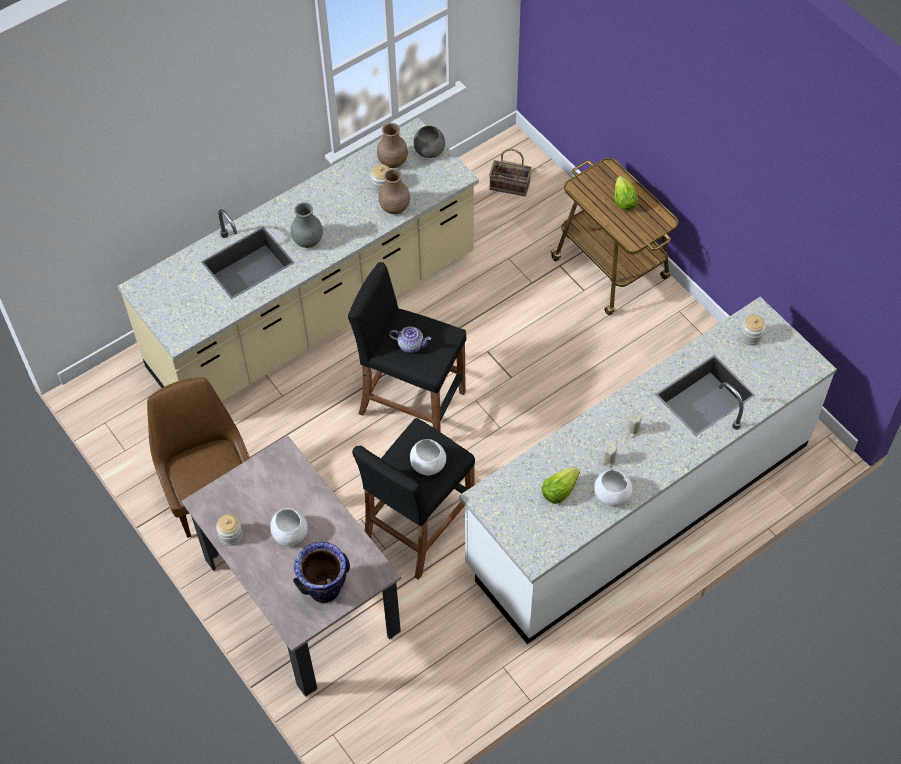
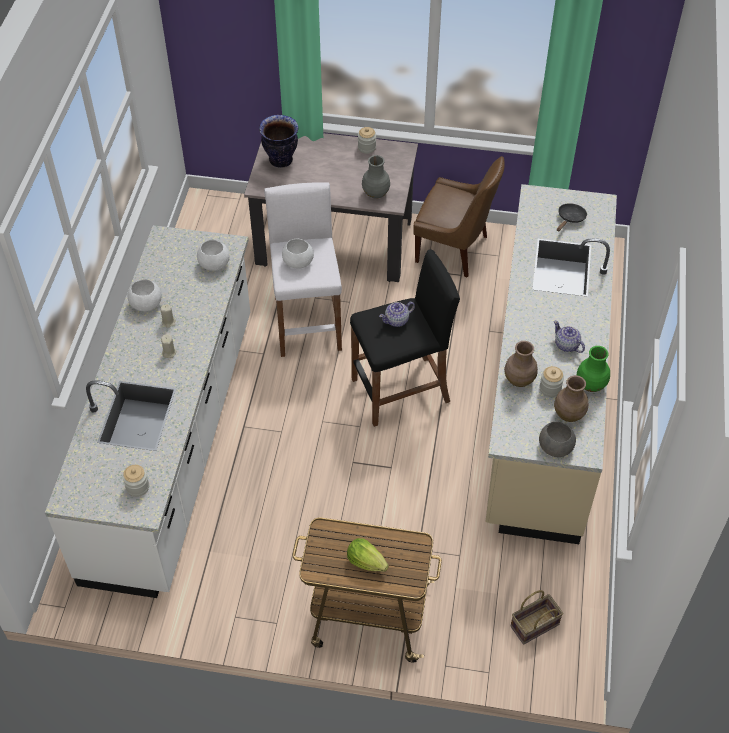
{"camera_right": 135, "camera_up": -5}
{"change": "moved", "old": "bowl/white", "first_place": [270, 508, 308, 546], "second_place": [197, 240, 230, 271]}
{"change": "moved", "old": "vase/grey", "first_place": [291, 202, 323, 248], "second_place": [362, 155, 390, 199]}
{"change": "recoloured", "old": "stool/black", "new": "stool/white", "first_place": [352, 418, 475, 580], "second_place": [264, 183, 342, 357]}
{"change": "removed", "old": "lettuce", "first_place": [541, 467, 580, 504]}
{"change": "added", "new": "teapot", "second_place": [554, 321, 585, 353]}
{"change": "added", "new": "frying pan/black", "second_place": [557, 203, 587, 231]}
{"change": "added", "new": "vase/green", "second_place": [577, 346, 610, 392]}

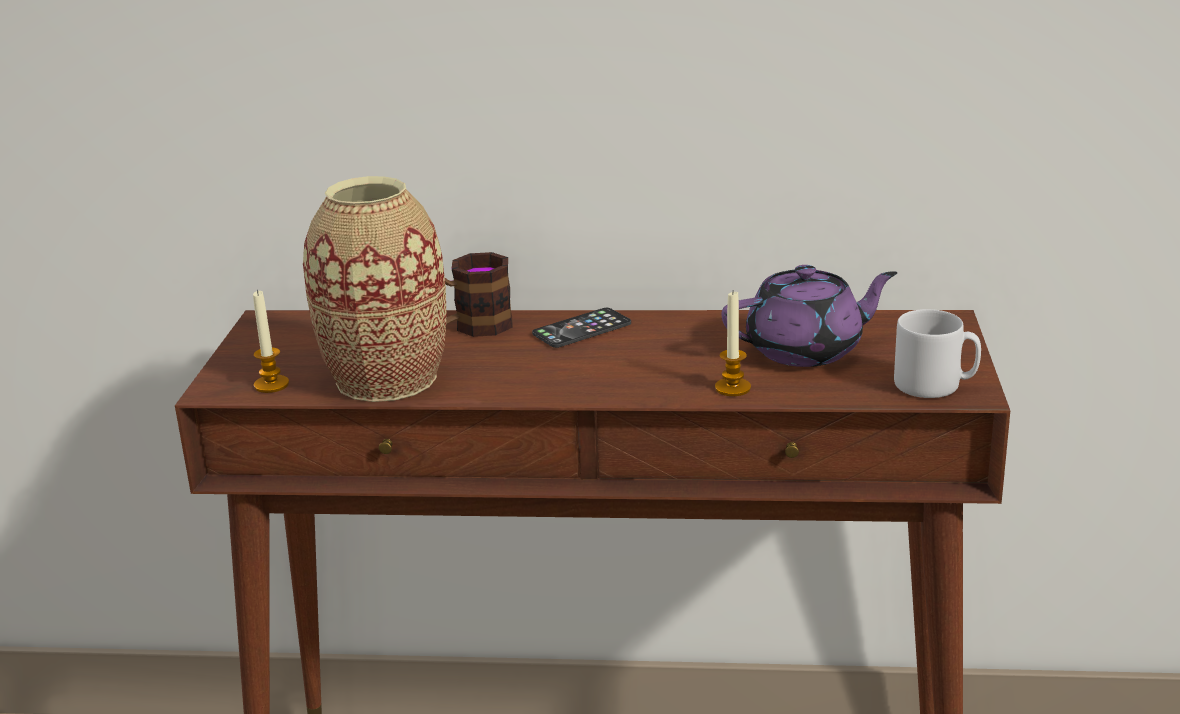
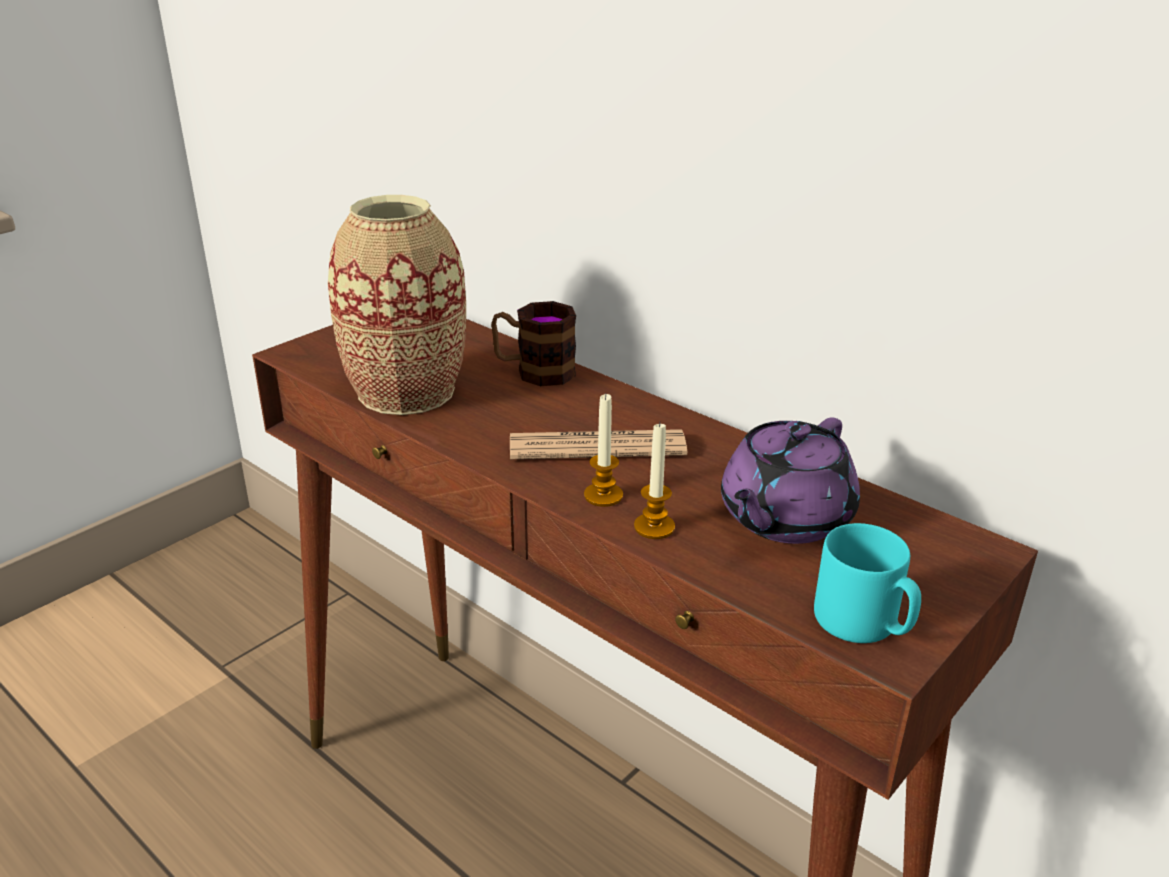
{"camera_right": 35, "camera_up": 5}
{"change": "moved", "old": "candle", "first_place": [253, 289, 289, 393], "second_place": [584, 393, 623, 507]}
{"change": "removed", "old": "phone", "first_place": [532, 308, 631, 348]}
{"change": "turned", "old": "teapot/purple", "first_place": [721, 265, 898, 367], "second_place": [721, 417, 860, 544], "degrees": 105}
{"change": "recoloured", "old": "mug/grey", "new": "mug/turquoise", "first_place": [894, 309, 981, 398], "second_place": [814, 523, 921, 643]}
{"change": "added", "new": "newspaper", "second_place": [510, 429, 687, 459]}

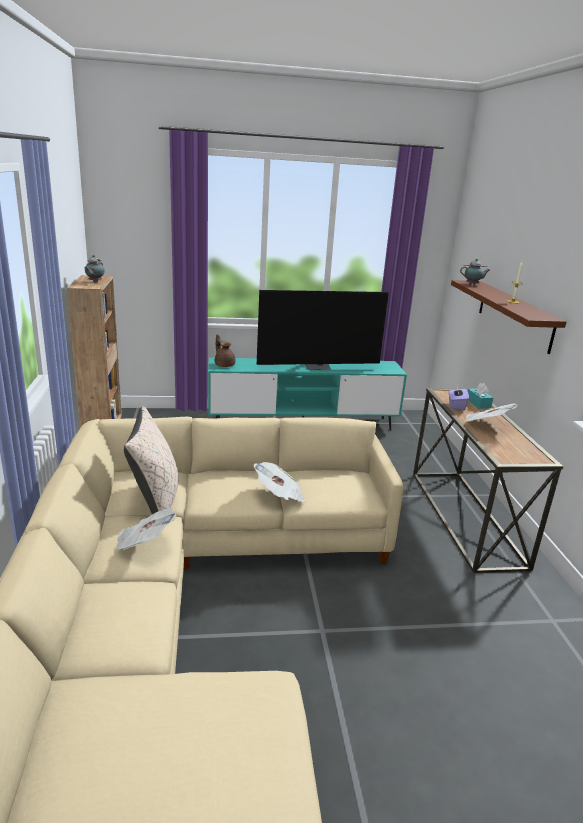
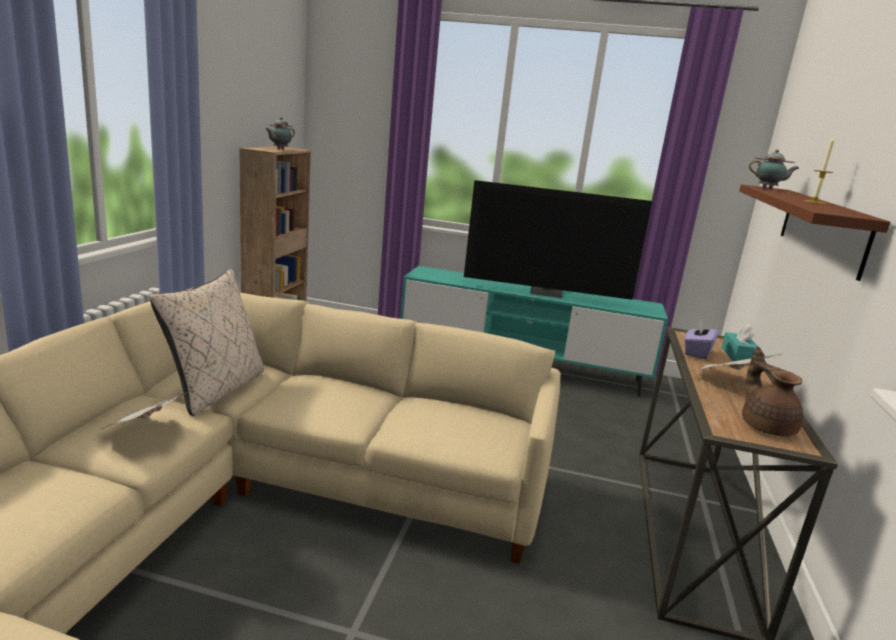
{"camera_right": 20, "camera_up": -5}
{"change": "moved", "old": "teapot/brown", "first_place": [215, 334, 236, 367], "second_place": [742, 346, 803, 436]}
{"change": "removed", "old": "newspaper", "first_place": [254, 462, 306, 502]}

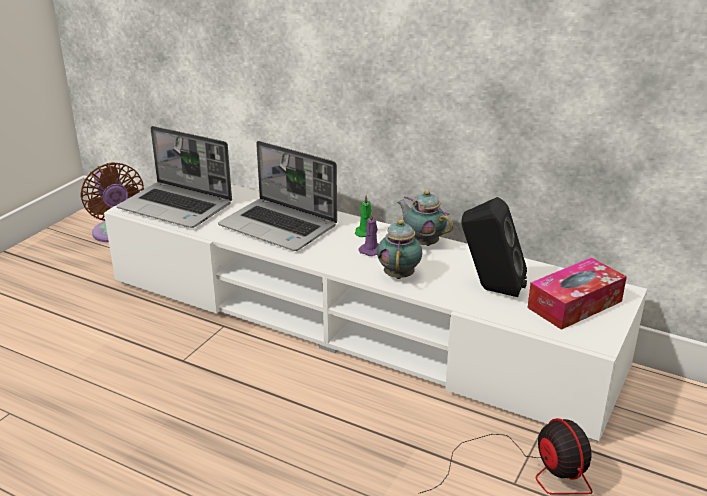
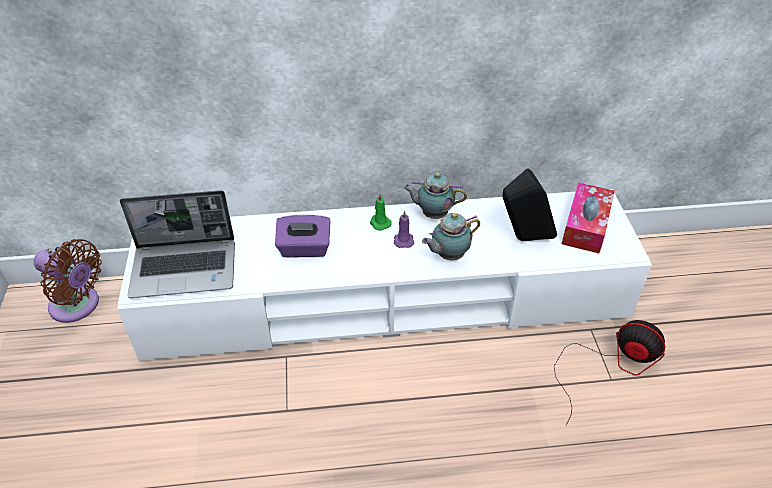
{"camera_right": -35, "camera_up": 15}
{"change": "replaced", "old": "laptop", "new": "tissue box/purple", "first_place": [218, 141, 337, 251], "second_place": [275, 215, 330, 258]}
{"change": "turned", "old": "teapot", "first_place": [377, 220, 422, 279], "second_place": [422, 213, 480, 260], "degrees": -90}

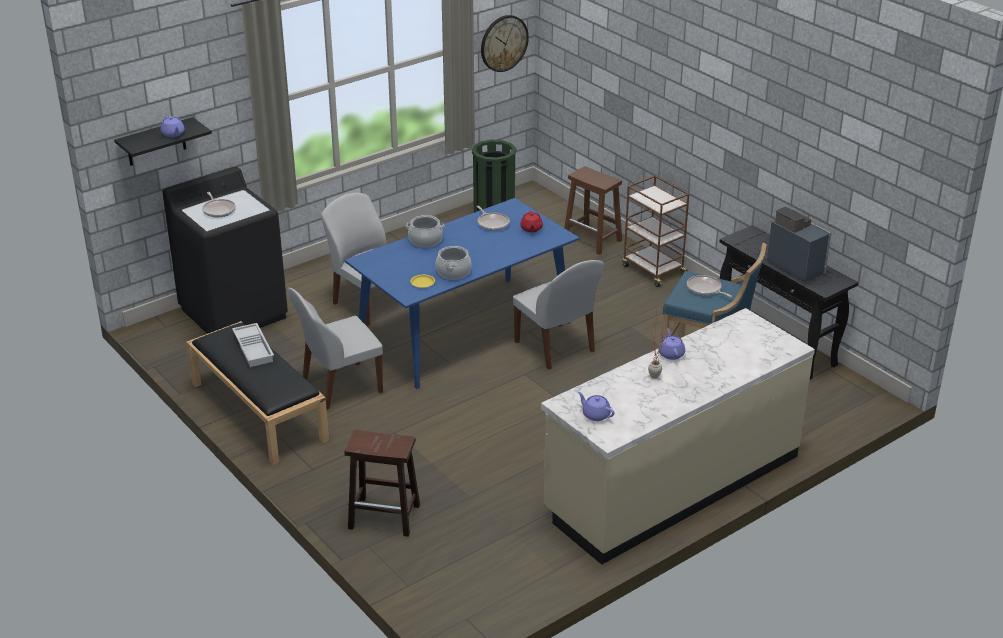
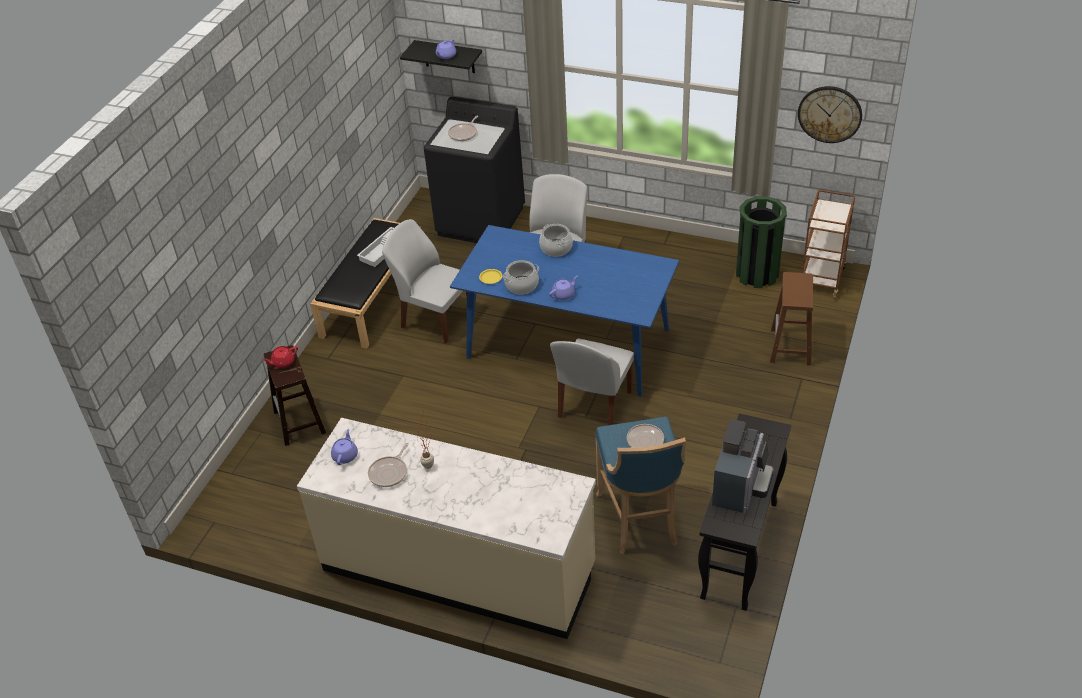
{"camera_right": 60, "camera_up": 10}
{"change": "moved", "old": "frying pan", "first_place": [477, 206, 510, 231], "second_place": [368, 443, 409, 487]}
{"change": "moved", "old": "teapot/red", "first_place": [520, 211, 543, 232], "second_place": [263, 346, 298, 368]}
{"change": "moved", "old": "cart/brown", "first_place": [622, 175, 689, 287], "second_place": [802, 189, 855, 299]}
{"change": "moved", "old": "teapot/purple", "first_place": [659, 329, 685, 360], "second_place": [549, 275, 578, 300]}

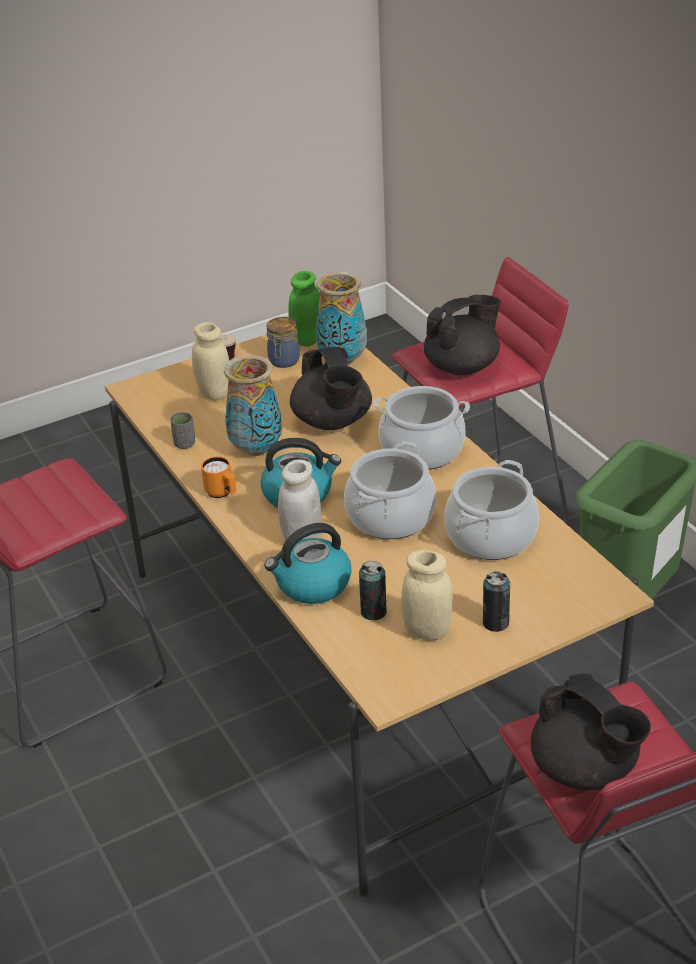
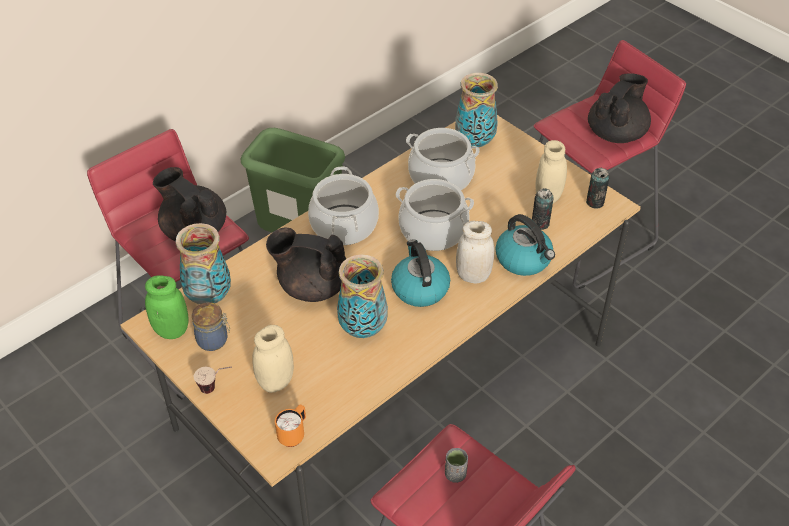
{"camera_right": -105, "camera_up": 10}
{"change": "moved", "old": "cup/grey", "first_place": [170, 412, 195, 449], "second_place": [445, 448, 468, 483]}
{"change": "moved", "old": "mug/orange", "first_place": [201, 456, 236, 498], "second_place": [275, 404, 306, 447]}
{"change": "turned", "old": "teapot/black", "first_place": [290, 347, 372, 430], "second_place": [266, 228, 346, 302], "degrees": -135}
{"change": "moved", "old": "can", "first_place": [483, 571, 510, 632], "second_place": [586, 168, 609, 209]}
{"change": "added", "new": "vase", "second_place": [455, 73, 498, 147]}

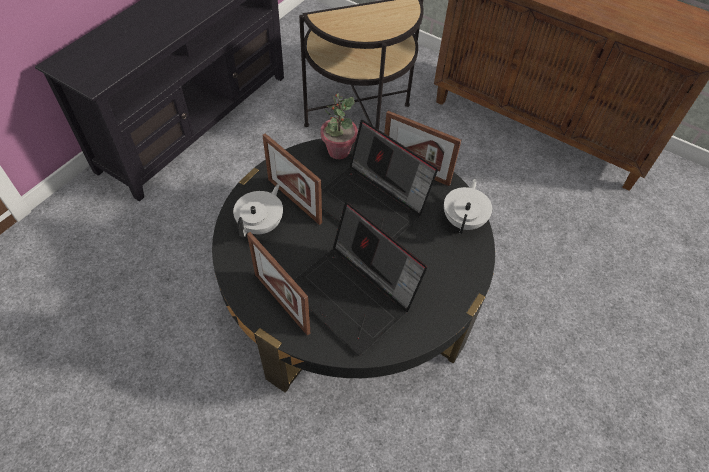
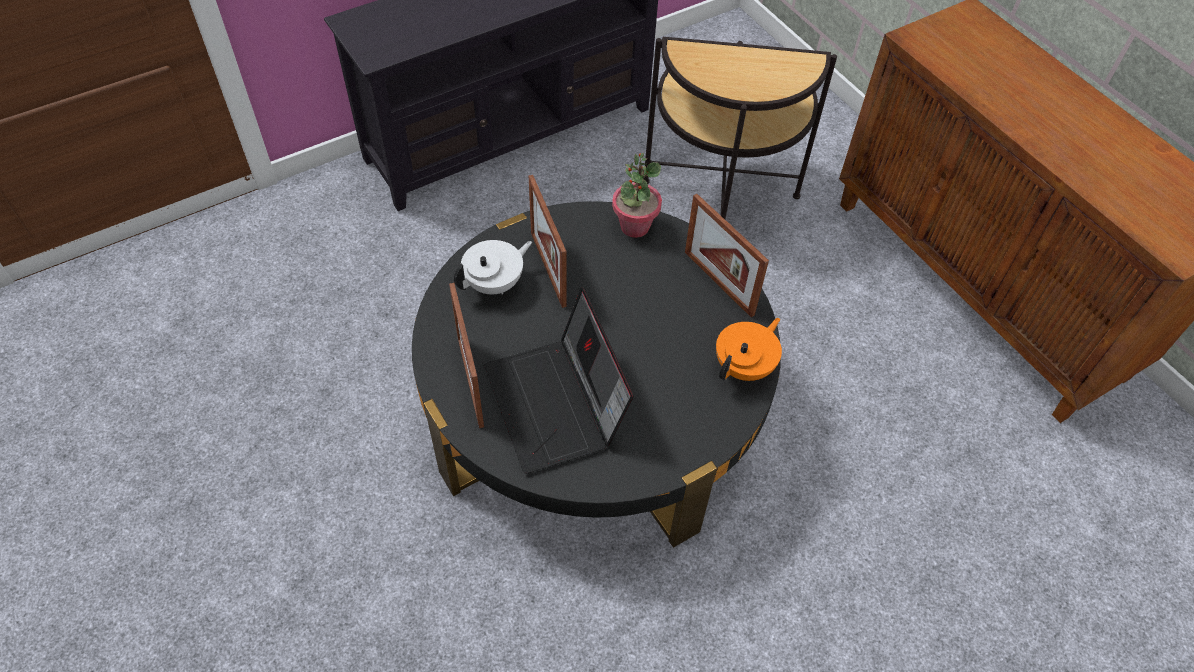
{"camera_right": 25, "camera_up": 0}
{"change": "removed", "old": "laptop", "first_place": [321, 120, 438, 240]}
{"change": "recoloured", "old": "teapot/white", "new": "teapot/orange", "first_place": [444, 179, 492, 234], "second_place": [716, 318, 782, 381]}

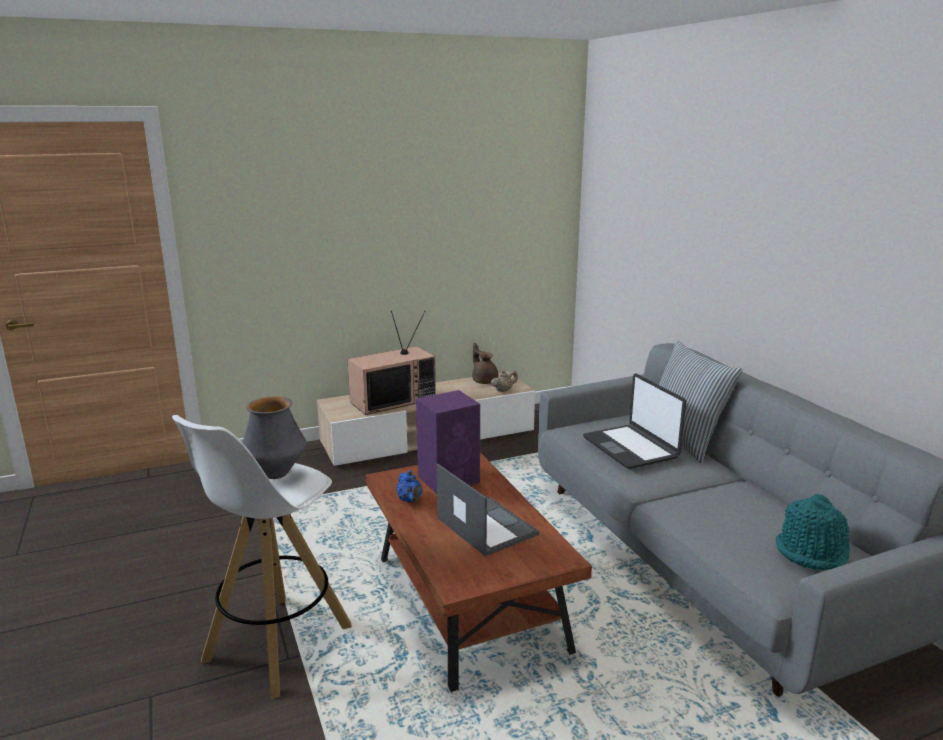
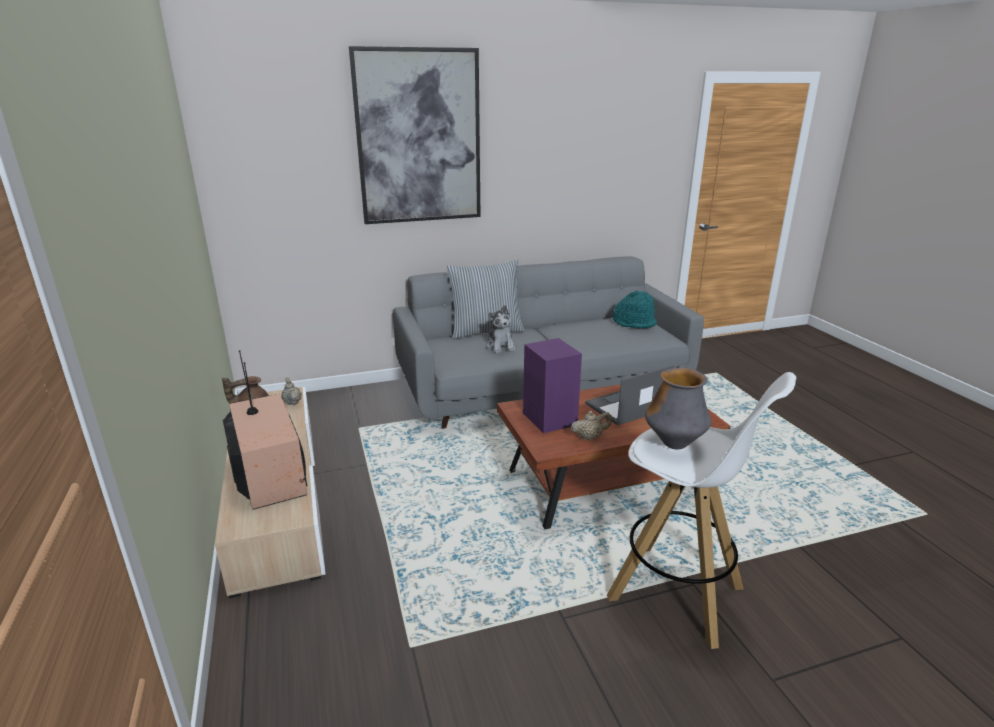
{"camera_right": -85, "camera_up": 5}
{"change": "recoloured", "old": "teapot/blue", "new": "teapot/beige", "first_place": [396, 470, 423, 503], "second_place": [571, 411, 612, 440]}
{"change": "replaced", "old": "laptop", "new": "plush toy", "first_place": [583, 374, 686, 469], "second_place": [486, 305, 515, 353]}
{"change": "added", "new": "picture", "second_place": [349, 46, 481, 224]}

